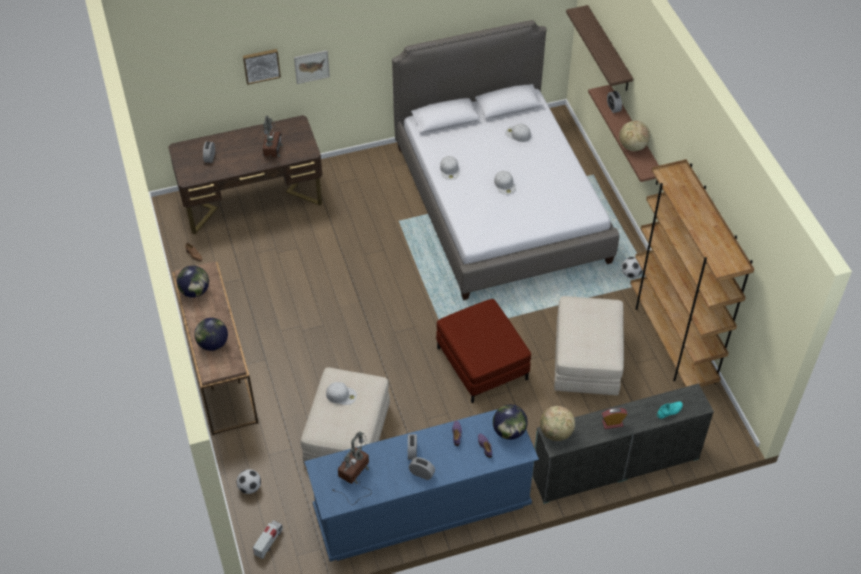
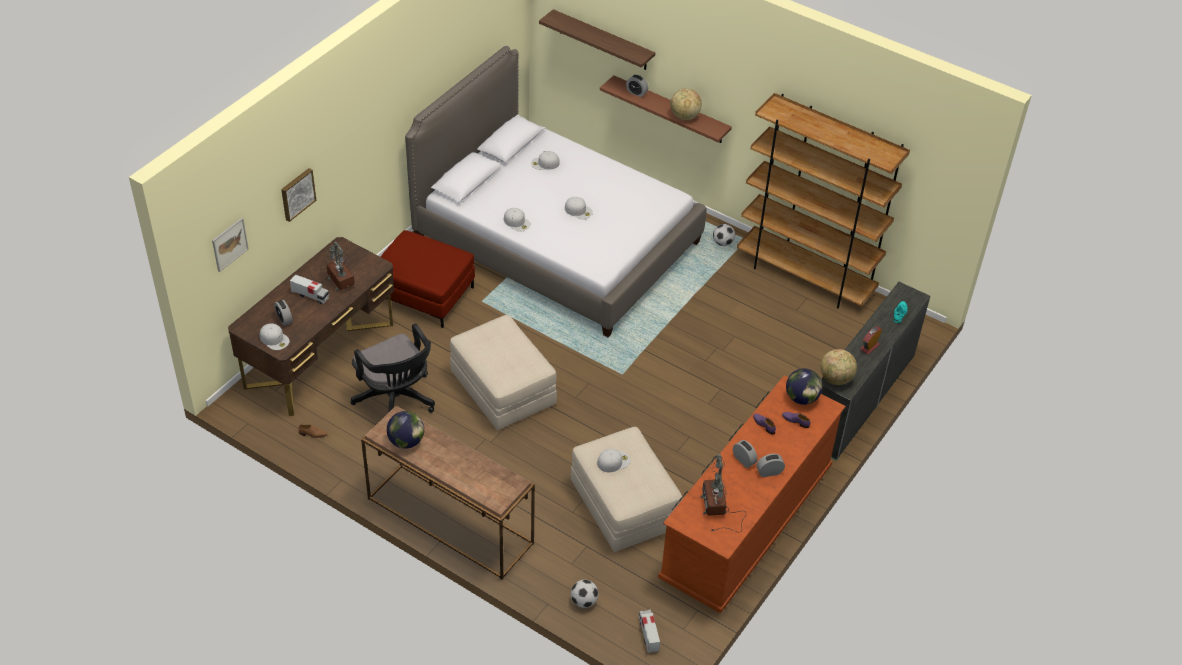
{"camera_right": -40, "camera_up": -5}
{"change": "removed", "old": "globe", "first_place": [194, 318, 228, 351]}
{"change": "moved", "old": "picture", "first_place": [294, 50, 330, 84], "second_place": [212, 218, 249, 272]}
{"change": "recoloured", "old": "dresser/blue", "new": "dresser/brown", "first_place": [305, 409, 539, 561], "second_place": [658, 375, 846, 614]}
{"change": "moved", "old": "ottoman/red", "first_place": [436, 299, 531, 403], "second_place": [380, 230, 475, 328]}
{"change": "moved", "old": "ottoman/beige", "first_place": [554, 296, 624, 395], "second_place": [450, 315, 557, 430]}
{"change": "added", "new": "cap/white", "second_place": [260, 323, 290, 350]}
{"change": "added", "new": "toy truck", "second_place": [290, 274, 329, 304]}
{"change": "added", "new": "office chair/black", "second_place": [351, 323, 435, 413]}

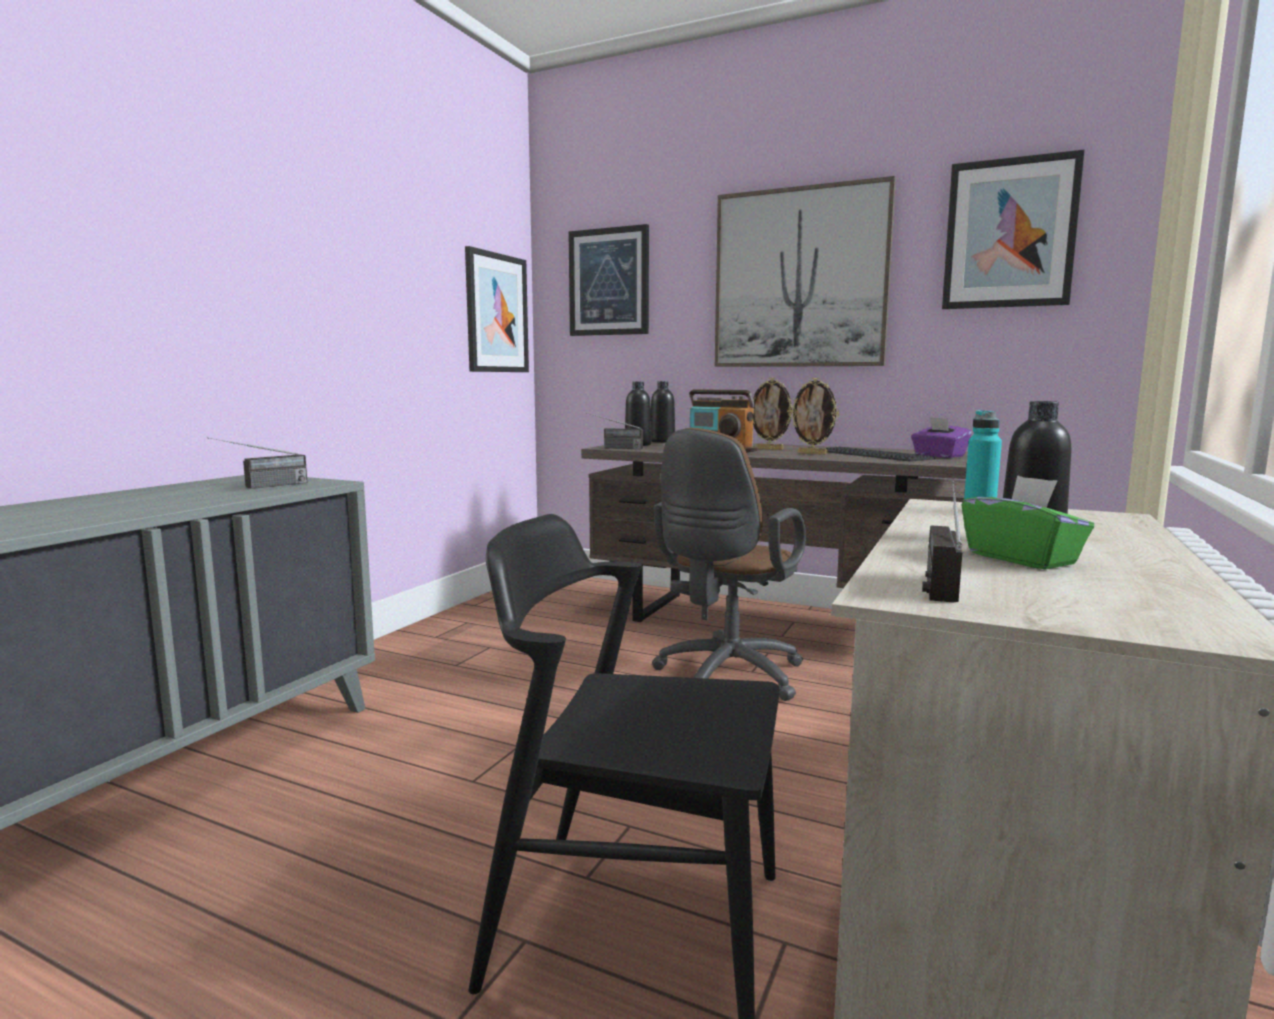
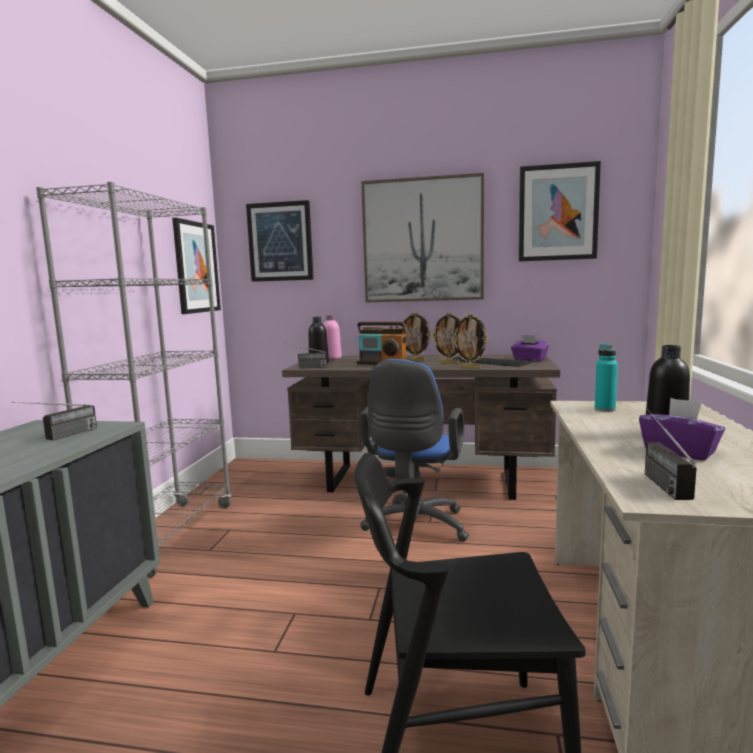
{"camera_right": -15, "camera_up": 0}
{"change": "recoloured", "old": "bottle/black", "new": "bottle/pink", "first_place": [651, 381, 675, 443], "second_place": [323, 314, 341, 359]}
{"change": "recoloured", "old": "office chair/brown", "new": "office chair/blue", "first_place": [652, 428, 806, 701], "second_place": [360, 359, 469, 542]}
{"change": "recoloured", "old": "tissue box/green", "new": "tissue box/purple", "first_place": [961, 475, 1094, 569], "second_place": [639, 398, 725, 461]}
{"change": "added", "new": "bookcase/grey", "second_place": [36, 182, 232, 578]}
{"change": "added", "new": "picture frame", "second_place": [452, 313, 489, 368]}

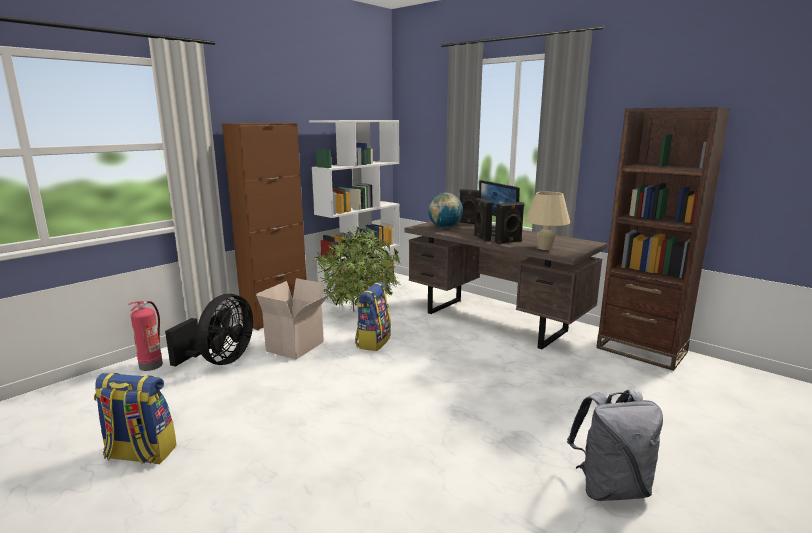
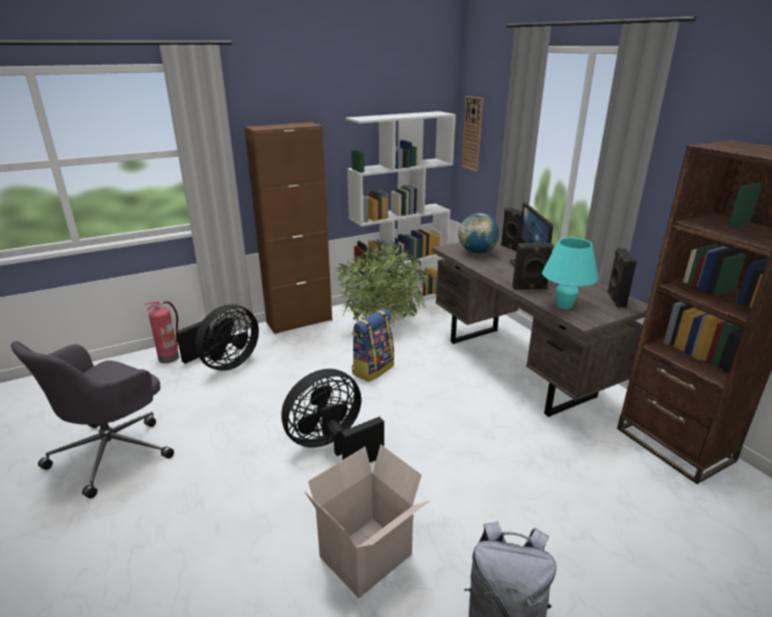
{"camera_right": 20, "camera_up": 10}
{"change": "replaced", "old": "backpack", "new": "office chair/grey", "first_place": [94, 373, 177, 464], "second_place": [11, 341, 174, 499]}
{"change": "moved", "old": "cardboard box", "first_place": [256, 278, 331, 360], "second_place": [304, 444, 429, 598]}
{"change": "moved", "old": "speaker/black", "first_place": [474, 198, 493, 242], "second_place": [607, 248, 637, 308]}
{"change": "recoloured", "old": "table lamp/beige", "new": "table lamp/turquoise", "first_place": [525, 192, 570, 250], "second_place": [542, 238, 598, 309]}
{"change": "added", "new": "fan/black", "second_place": [281, 369, 384, 463]}
{"change": "added", "new": "wall clock", "second_place": [461, 96, 484, 172]}

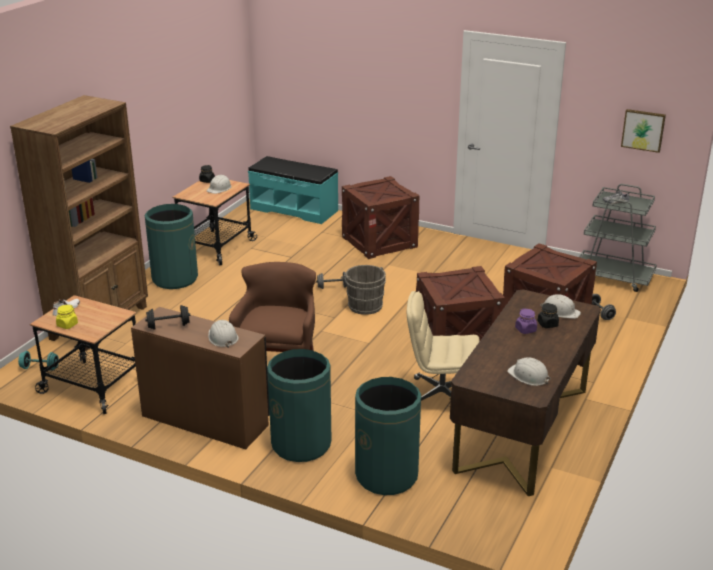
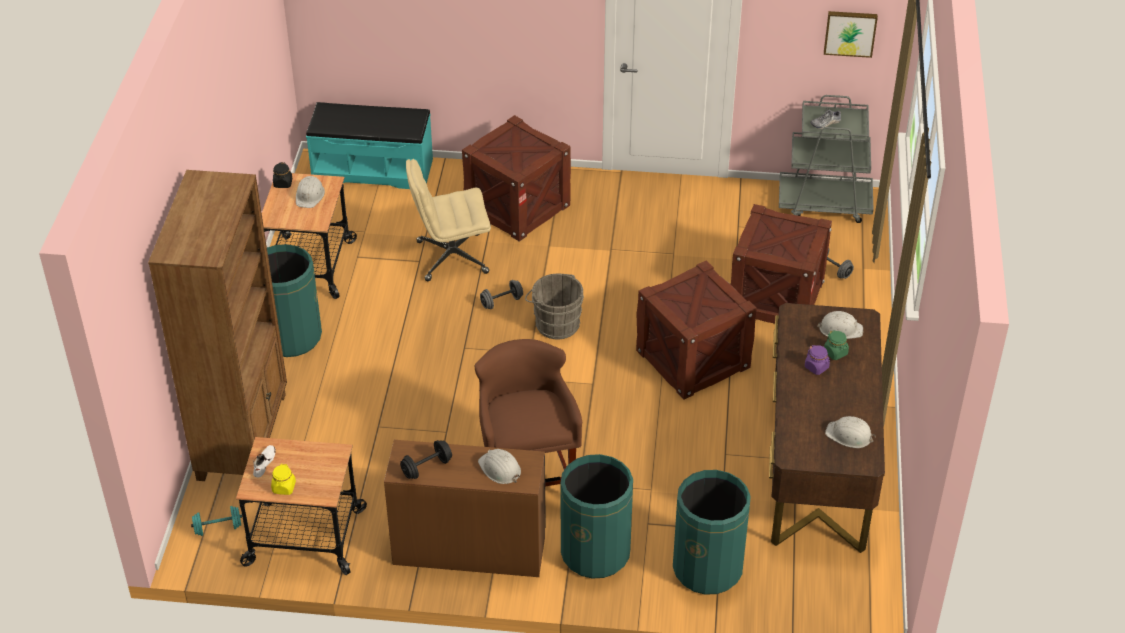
{"camera_right": -20, "camera_up": 15}
{"change": "moved", "old": "office chair/beige", "first_place": [407, 291, 480, 401], "second_place": [406, 159, 491, 281]}
{"change": "recoloured", "old": "jar/black", "new": "jar/green", "first_place": [538, 303, 559, 328], "second_place": [824, 330, 849, 360]}

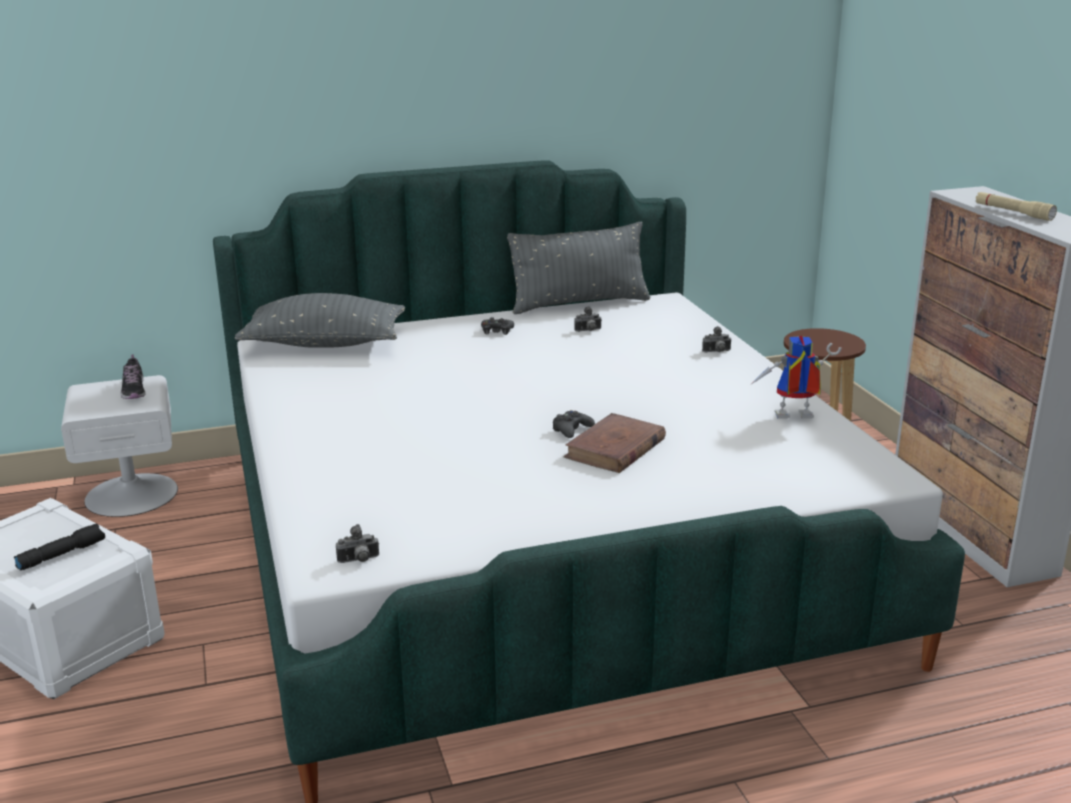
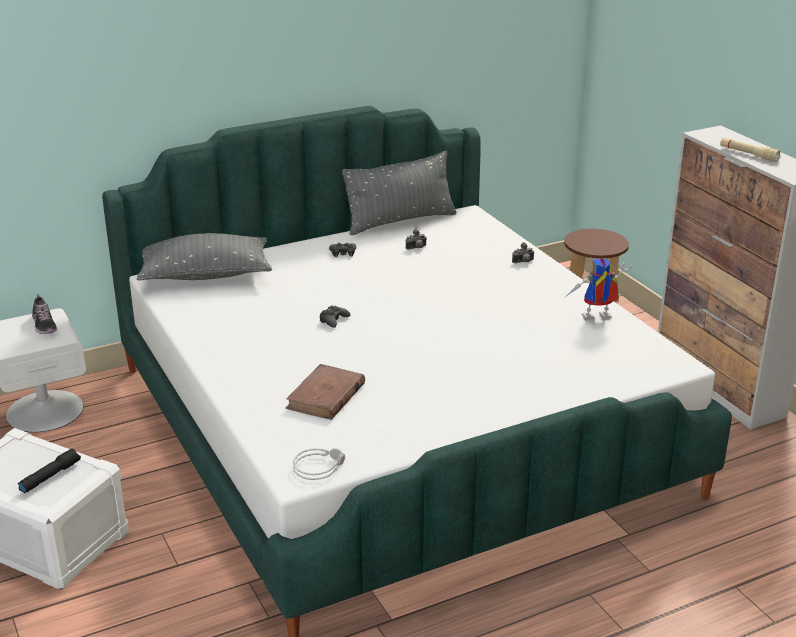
{"camera_right": -10, "camera_up": 5}
{"change": "replaced", "old": "photo camera", "new": "headphones/grey", "first_place": [336, 524, 379, 563], "second_place": [293, 448, 345, 480]}
{"change": "moved", "old": "game controller/black", "first_place": [553, 410, 595, 438], "second_place": [320, 306, 350, 328]}
{"change": "moved", "old": "book/brown", "first_place": [564, 413, 666, 473], "second_place": [285, 364, 365, 420]}

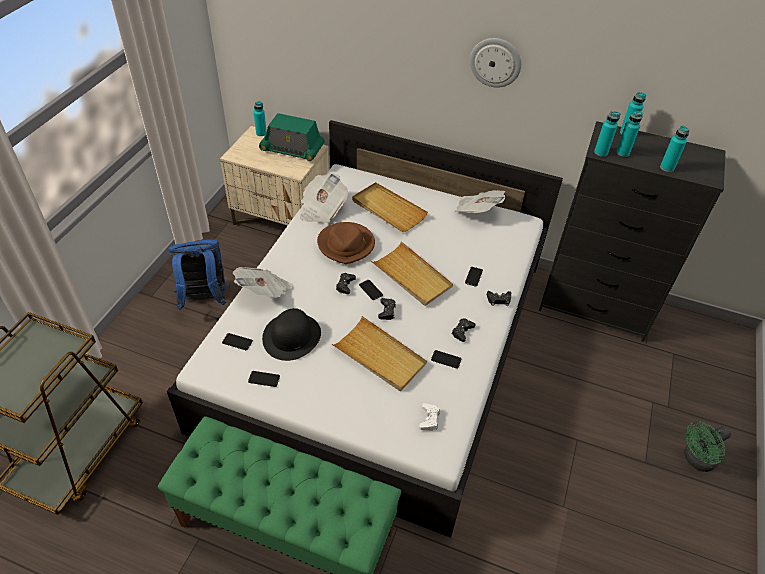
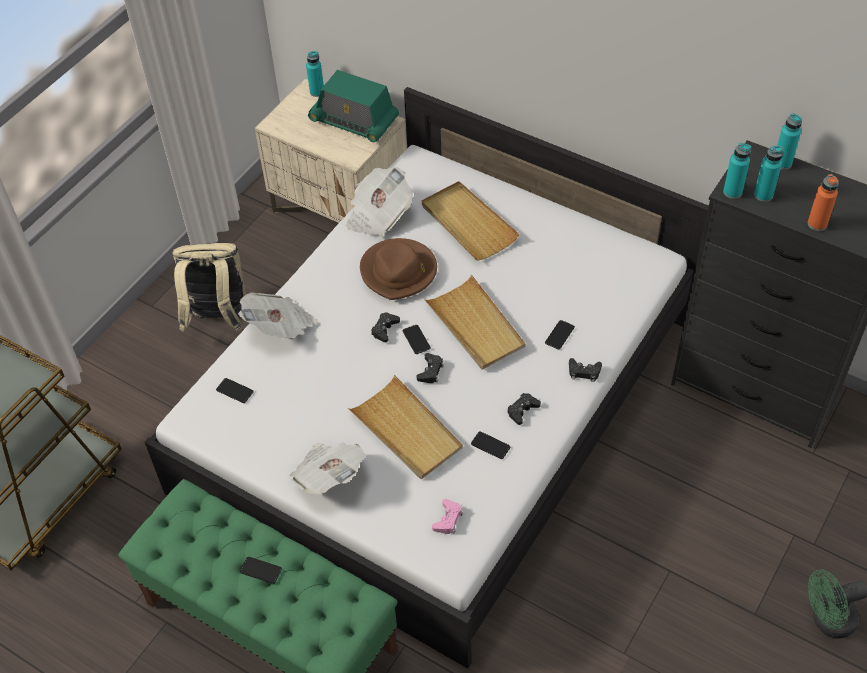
{"camera_right": 15, "camera_up": 5}
{"change": "recoloured", "old": "backpack/blue", "new": "backpack/beige", "first_place": [168, 239, 229, 310], "second_place": [173, 243, 246, 332]}
{"change": "moved", "old": "phone", "first_place": [248, 371, 280, 387], "second_place": [240, 557, 282, 584]}
{"change": "removed", "old": "hat/black", "first_place": [262, 308, 321, 361]}
{"change": "recoloured", "old": "game controller/white", "new": "game controller/pink", "first_place": [419, 403, 440, 431], "second_place": [432, 499, 463, 534]}
{"change": "moved", "old": "newspaper", "first_place": [455, 190, 505, 213], "second_place": [289, 443, 366, 494]}
{"change": "removed", "old": "wall clock", "first_place": [470, 38, 521, 88]}
{"change": "recoloured", "old": "bottle/turquoise", "new": "bottle/orange", "first_place": [660, 126, 690, 172], "second_place": [808, 174, 839, 231]}

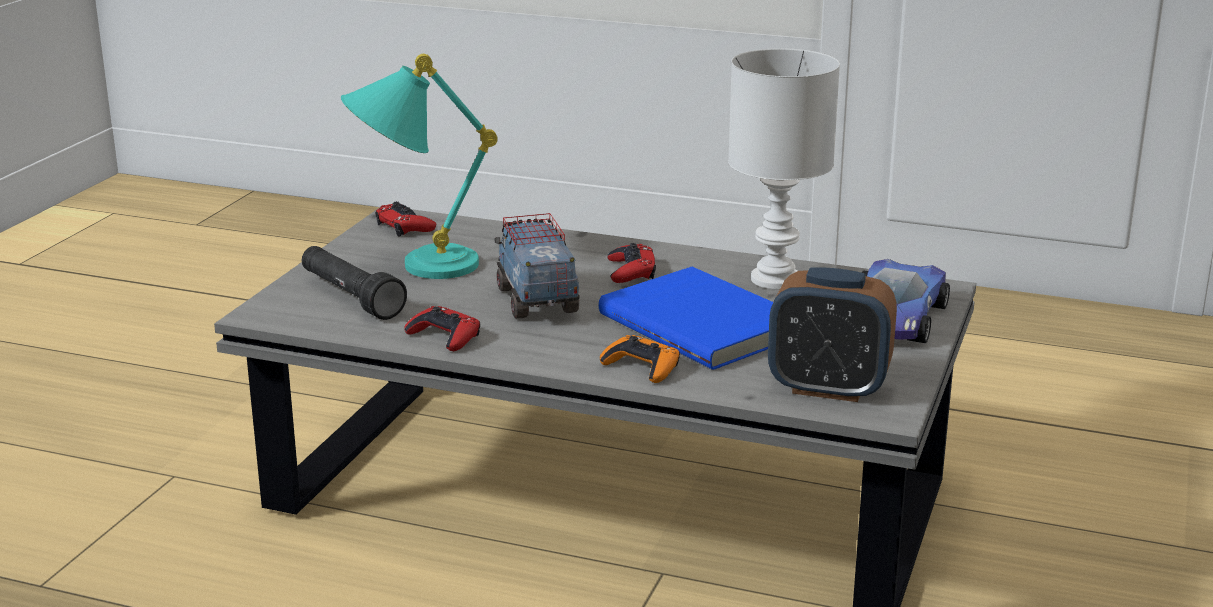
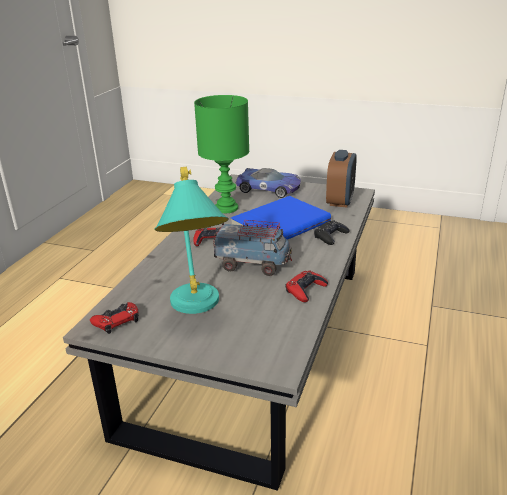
{"camera_right": -90, "camera_up": 5}
{"change": "removed", "old": "flashlight/black", "first_place": [302, 246, 407, 320]}
{"change": "turned", "old": "toy truck", "first_place": [495, 213, 579, 318], "second_place": [214, 220, 292, 276], "degrees": -150}
{"change": "recoloured", "old": "game controller/orange", "new": "game controller/black", "first_place": [600, 335, 680, 383], "second_place": [314, 221, 350, 245]}
{"change": "recoloured", "old": "table lamp/white", "new": "table lamp/green", "first_place": [728, 48, 840, 289], "second_place": [194, 95, 249, 213]}

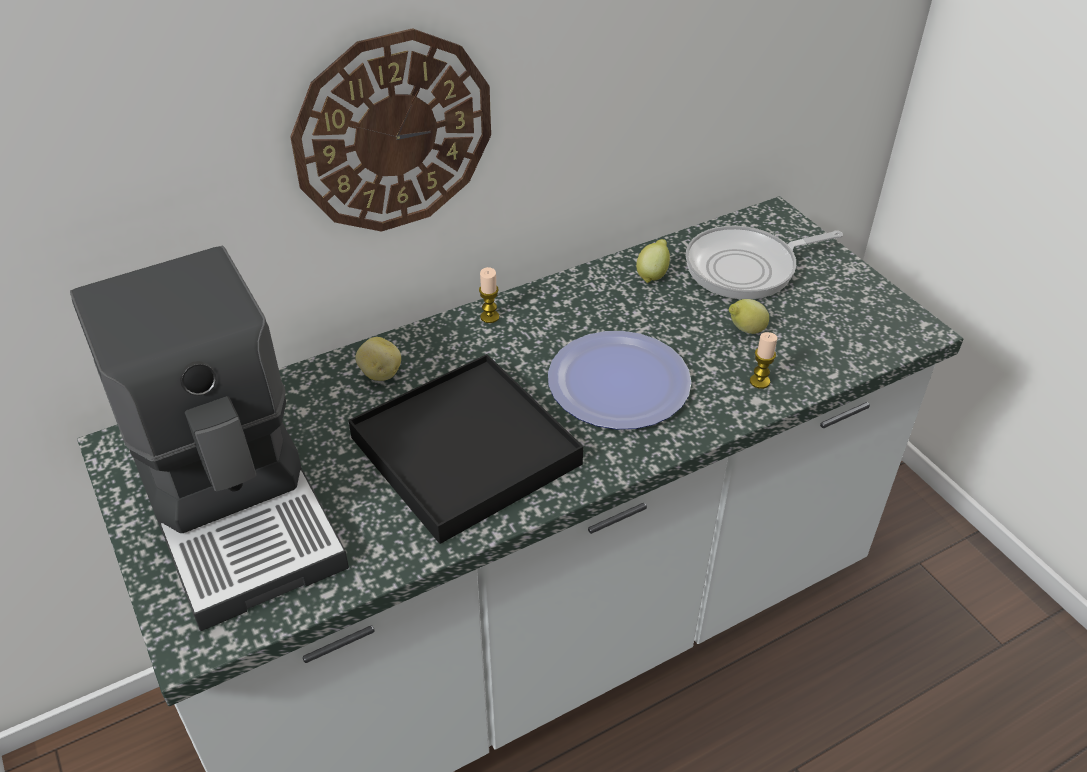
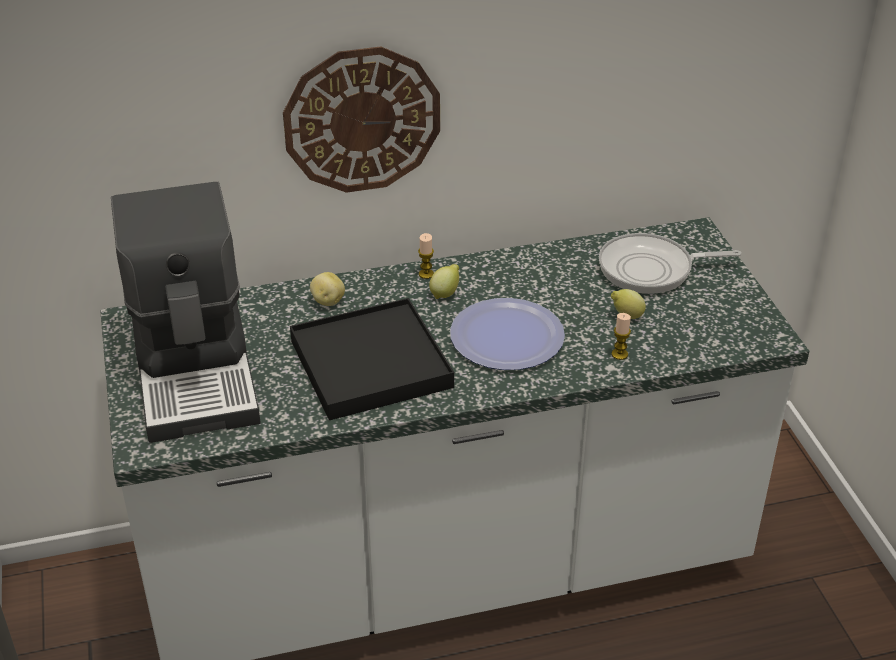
{"camera_right": 15, "camera_up": -5}
{"change": "moved", "old": "lemon", "first_place": [636, 239, 670, 283], "second_place": [429, 264, 459, 299]}

